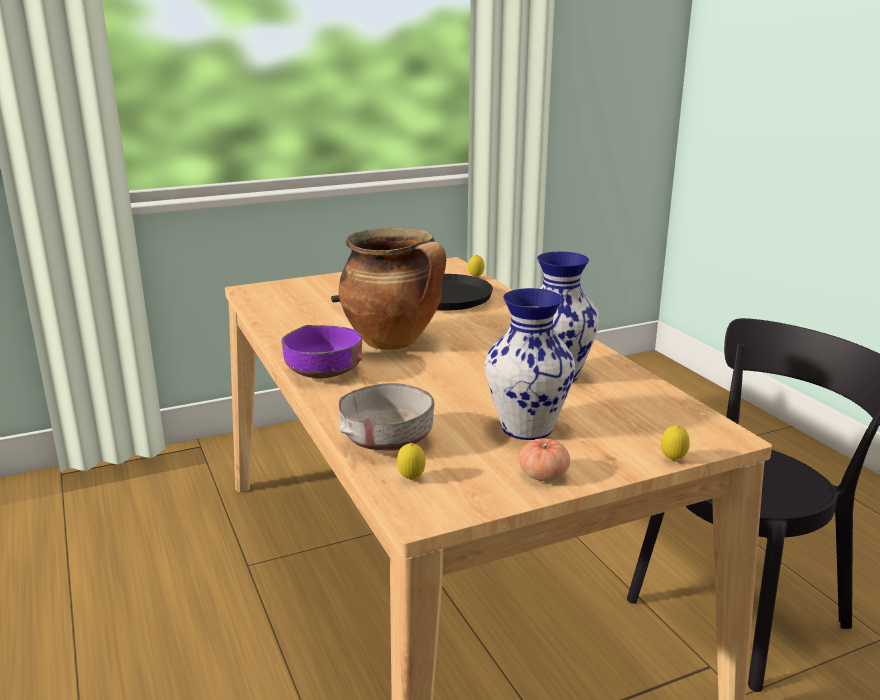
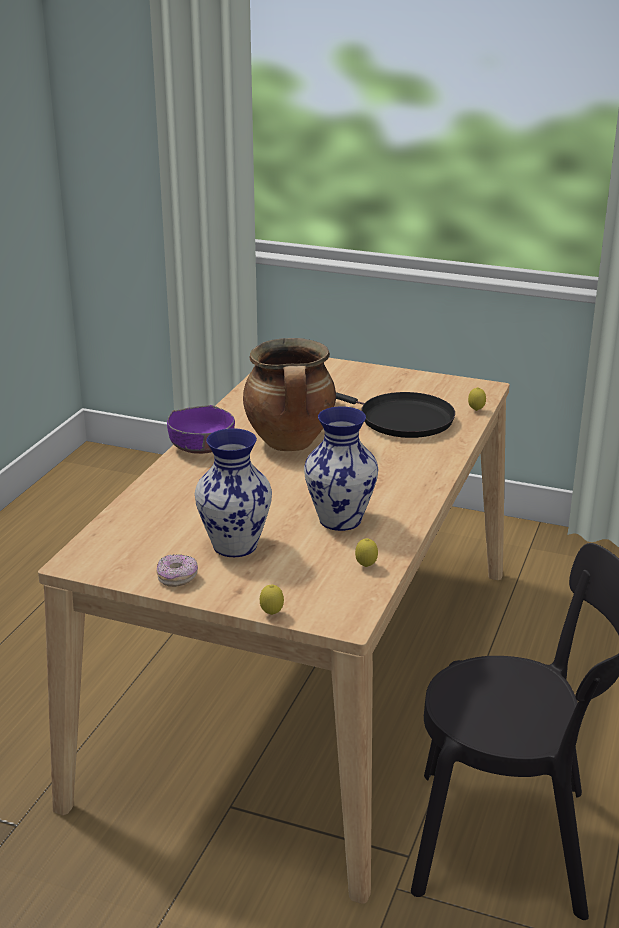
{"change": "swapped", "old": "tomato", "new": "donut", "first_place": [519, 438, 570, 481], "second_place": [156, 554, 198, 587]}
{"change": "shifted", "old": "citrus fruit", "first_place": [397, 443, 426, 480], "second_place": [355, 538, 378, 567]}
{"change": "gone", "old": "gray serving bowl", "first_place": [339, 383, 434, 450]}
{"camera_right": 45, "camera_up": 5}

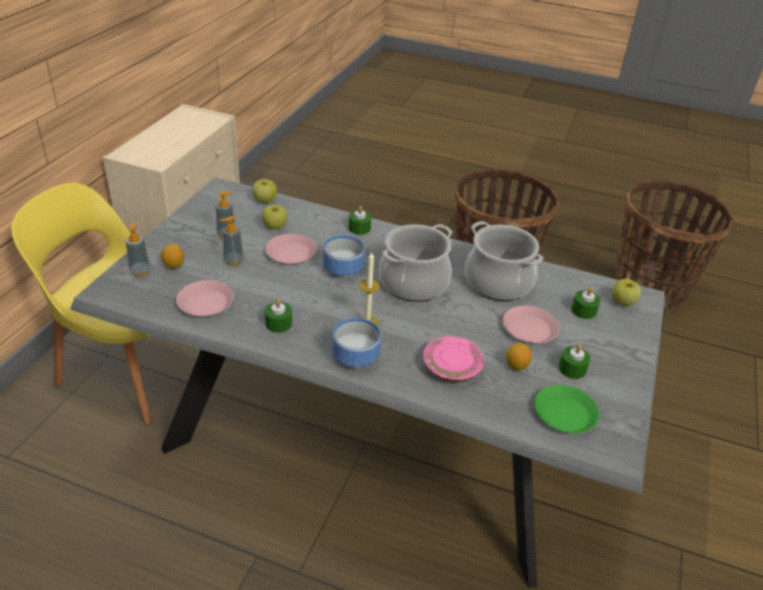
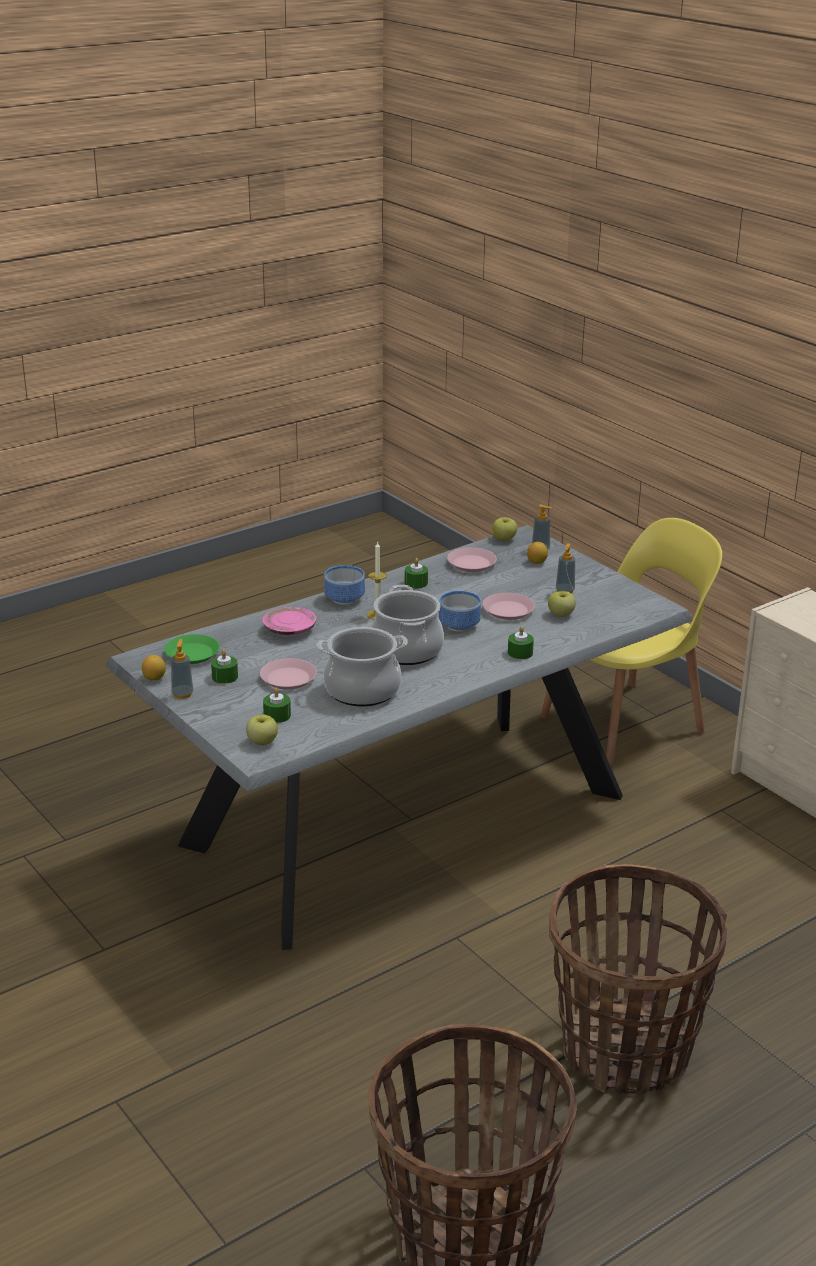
{"change": "shifted", "old": "citrus fruit", "first_place": [506, 343, 532, 370], "second_place": [142, 655, 166, 680]}
{"change": "shifted", "old": "soap dispenser", "first_place": [220, 216, 244, 266], "second_place": [171, 639, 193, 699]}
{"change": "shifted", "old": "apple fruit", "first_place": [252, 179, 277, 203], "second_place": [493, 517, 517, 541]}
{"camera_right": 125, "camera_up": -10}

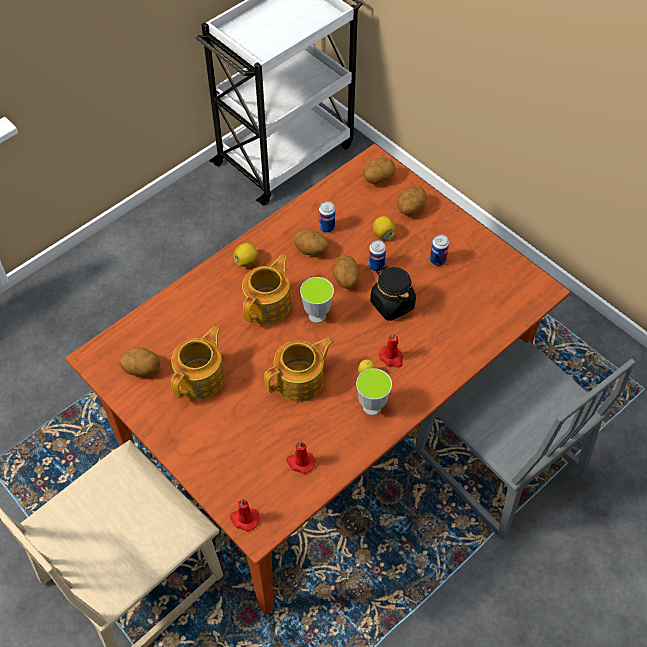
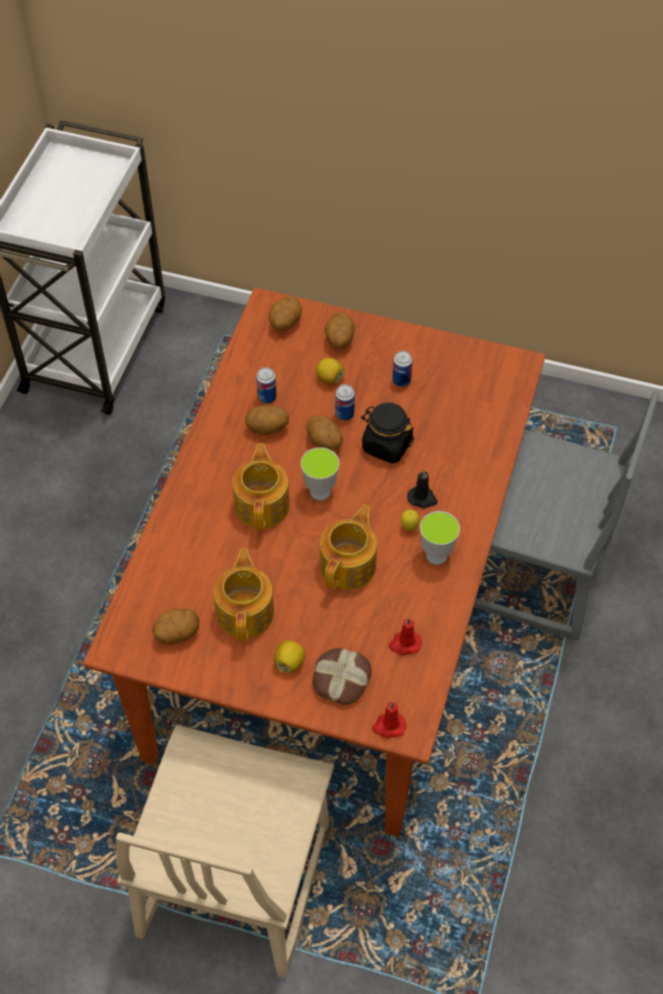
{"change": "shifted", "old": "citrus fruit", "first_place": [233, 242, 258, 267], "second_place": [274, 640, 305, 673]}
{"change": "new", "new": "bread", "second_place": [312, 648, 372, 705]}
{"change": "repainted", "old": "red wax candle", "new": "black-coloured wax candle", "first_place": [379, 333, 403, 368], "second_place": [407, 470, 437, 508]}
{"camera_right": -30, "camera_up": 0}

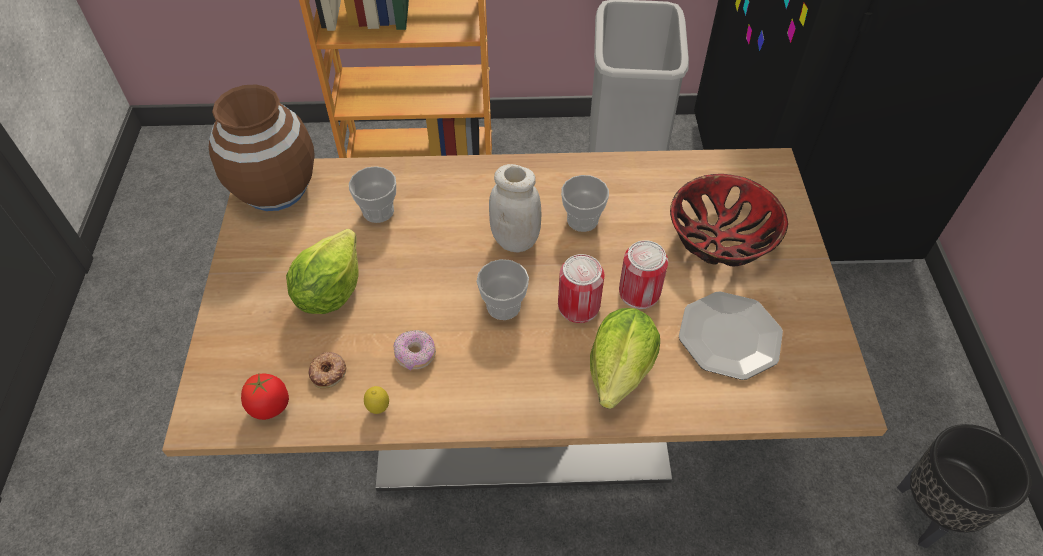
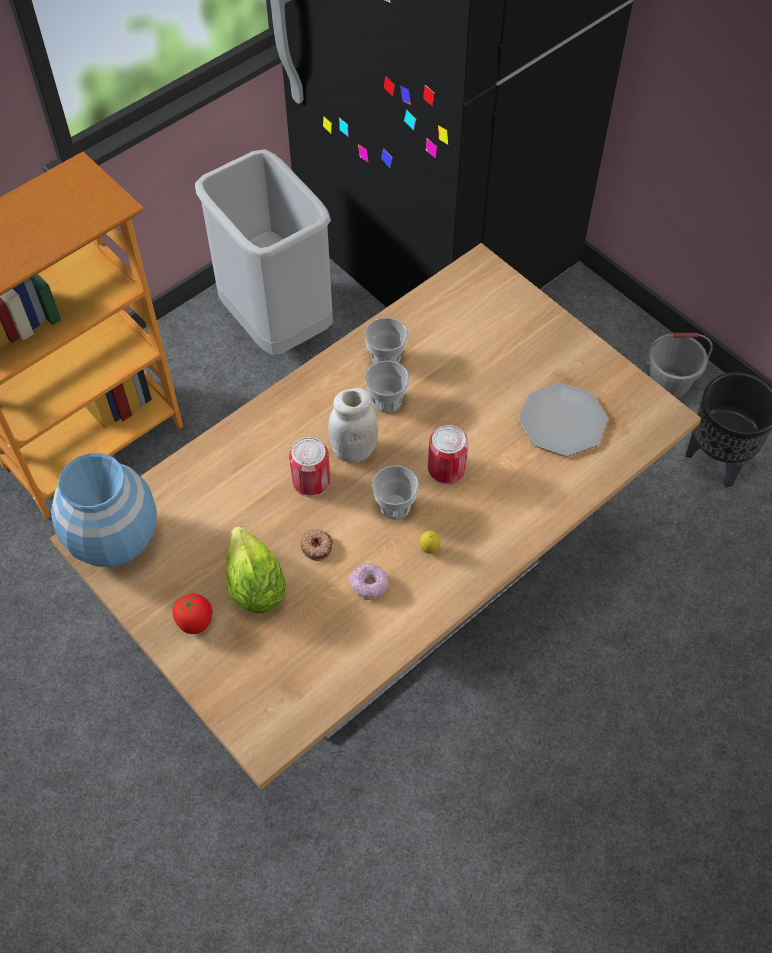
{"change": "repainted", "old": "brown flower vase", "new": "blue flower vase", "first_place": [209, 84, 315, 211], "second_place": [51, 453, 157, 567]}
{"change": "shifted", "old": "tomato", "first_place": [241, 373, 289, 420], "second_place": [173, 594, 213, 634]}
{"change": "shifted", "old": "can", "first_place": [619, 240, 668, 309], "second_place": [289, 437, 330, 497]}
{"change": "shifted", "old": "donut", "first_place": [309, 352, 346, 389], "second_place": [300, 529, 333, 561]}
{"change": "shifted", "old": "cup", "first_place": [349, 166, 396, 223], "second_place": [365, 317, 408, 364]}
{"change": "shifted", "old": "citrus fruit", "first_place": [364, 386, 389, 414], "second_place": [420, 530, 441, 554]}
{"change": "new", "new": "gray water bucket", "second_place": [645, 333, 713, 399]}
{"change": "gone", "old": "lettuce", "first_place": [590, 308, 660, 409]}
{"change": "gone", "old": "serving bowl", "first_place": [670, 174, 788, 267]}
{"camera_right": -40, "camera_up": 5}

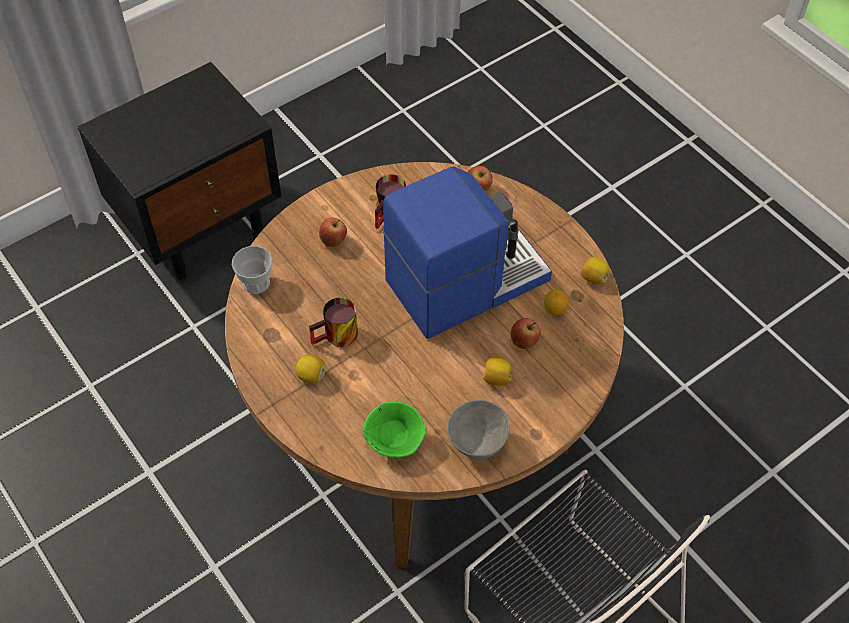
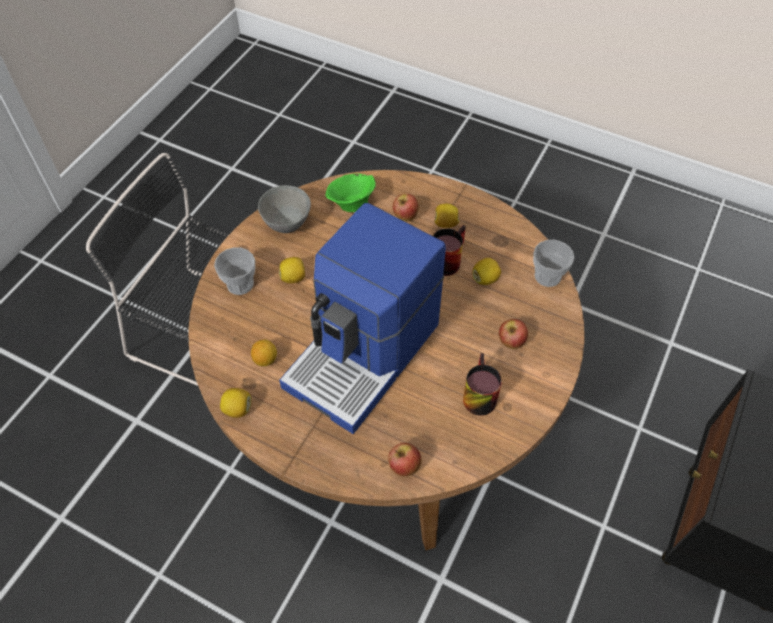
{"change": "new", "new": "cup", "second_place": [214, 247, 255, 295]}
{"change": "shifted", "old": "apple fruit", "first_place": [511, 318, 541, 349], "second_place": [393, 194, 419, 221]}
{"change": "new", "new": "citrus fruit", "second_place": [472, 258, 501, 285]}
{"camera_right": 155, "camera_up": 0}

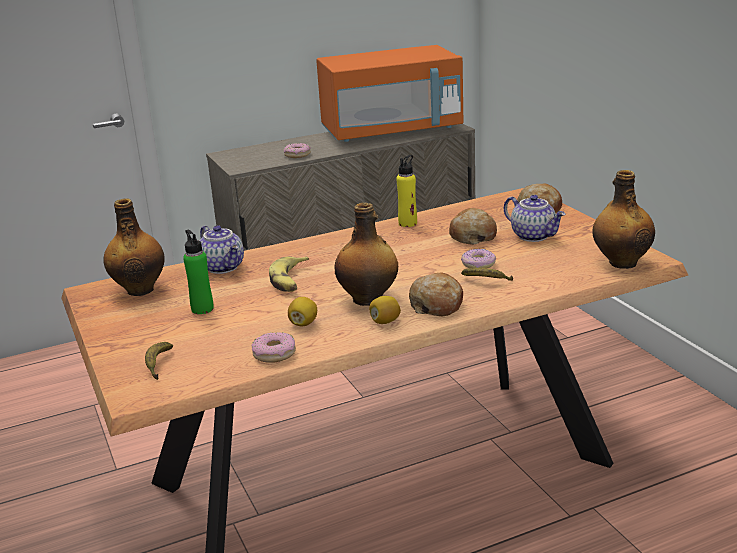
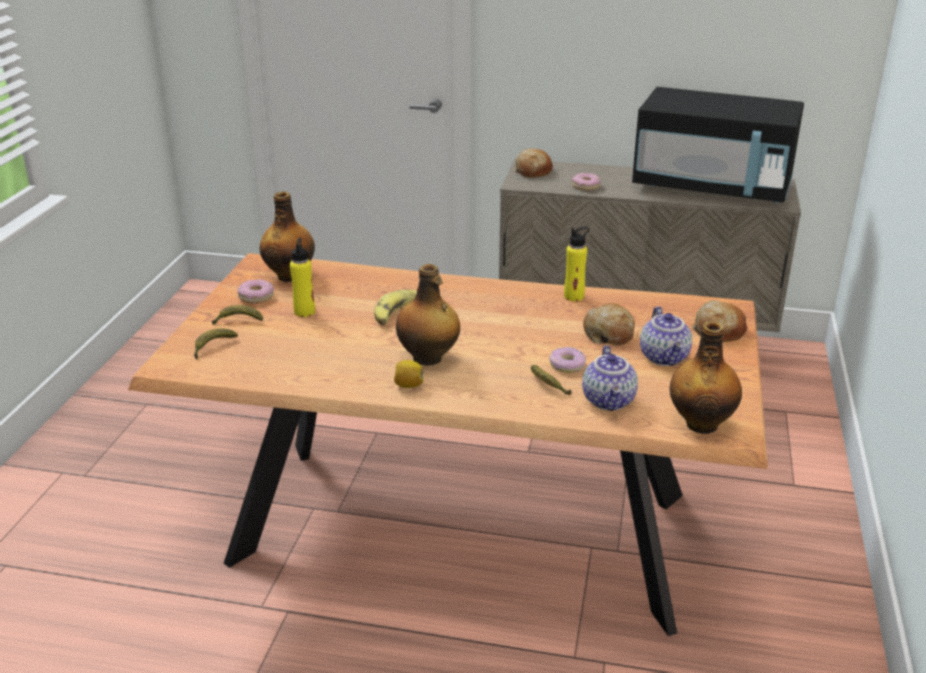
{"change": "new", "new": "banana fruit", "second_place": [212, 305, 263, 325]}
{"change": "shifted", "old": "donut", "first_place": [252, 332, 296, 363], "second_place": [237, 279, 274, 303]}
{"change": "repainted", "old": "greenish drink bottle", "new": "yellowish drink bottle", "first_place": [183, 230, 214, 314], "second_place": [290, 238, 315, 317]}
{"change": "shifted", "old": "bread", "first_place": [409, 273, 463, 317], "second_place": [514, 149, 553, 178]}
{"change": "shifted", "old": "teapot", "first_place": [199, 225, 244, 274], "second_place": [582, 345, 638, 411]}
{"change": "repainted", "old": "orange-coloured microwave", "new": "black-coloured microwave", "first_place": [316, 45, 463, 142], "second_place": [632, 87, 804, 203]}
{"change": "gone", "old": "citrus fruit", "first_place": [288, 297, 317, 327]}
{"camera_right": 35, "camera_up": 5}

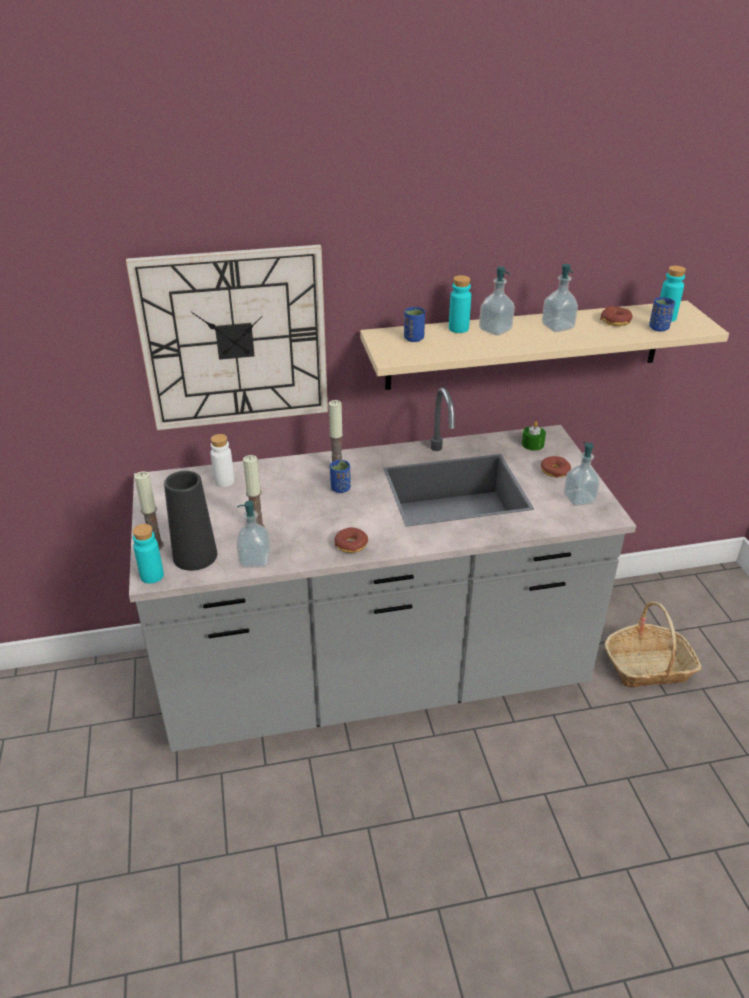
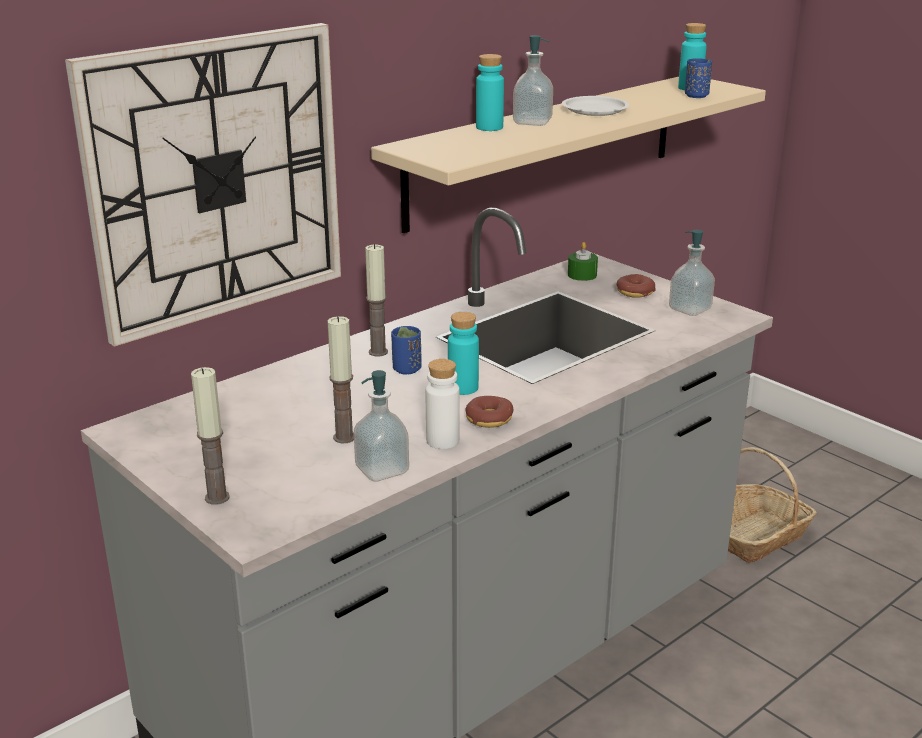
{"change": "shifted", "old": "white-coloured drink bottle", "first_place": [210, 434, 235, 487], "second_place": [426, 359, 460, 449]}
{"change": "shifted", "old": "blue-green drink bottle", "first_place": [132, 524, 164, 584], "second_place": [448, 312, 479, 395]}
{"change": "swapped", "old": "soap dispenser", "new": "white-coloured flat dish", "first_place": [542, 264, 578, 332], "second_place": [562, 96, 629, 116]}
{"change": "gone", "old": "black-coloured flower vase", "first_place": [164, 471, 217, 571]}
{"change": "gone", "old": "blue cup", "first_place": [404, 307, 425, 342]}
{"change": "gone", "old": "donut", "first_place": [600, 306, 632, 326]}
{"camera_right": -30, "camera_up": -10}

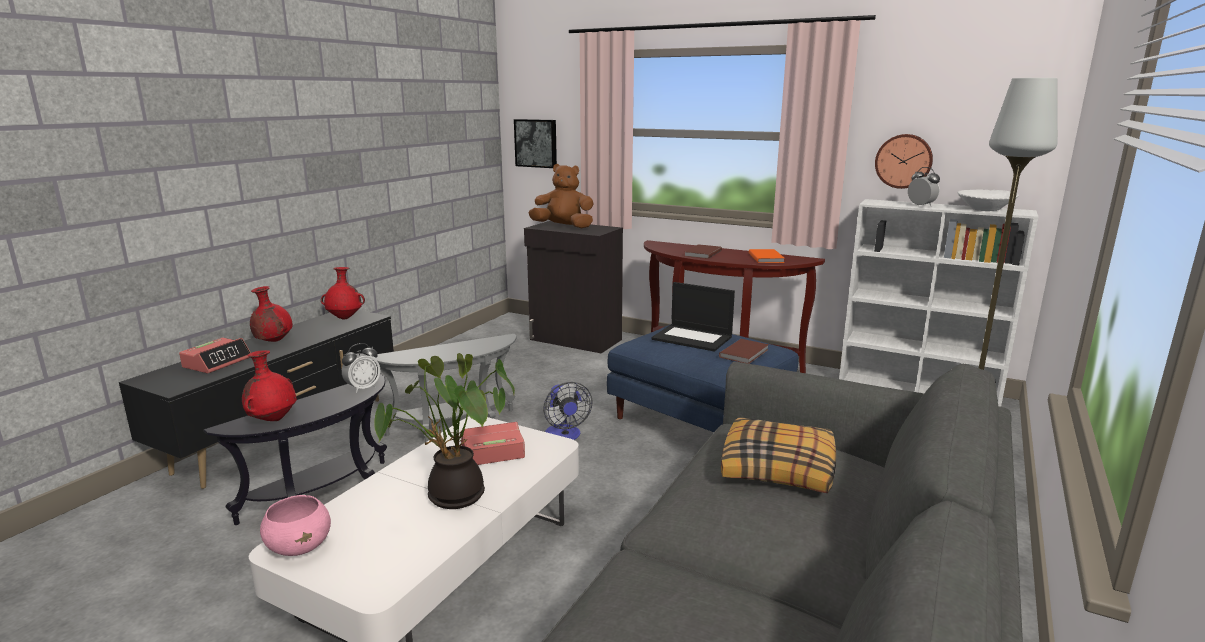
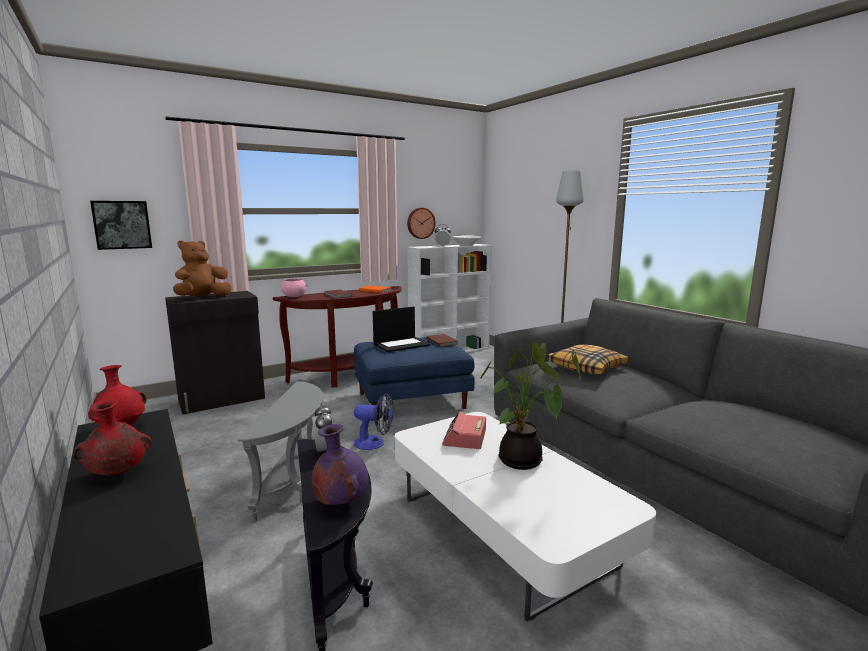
{"change": "shifted", "old": "pink-coloured serving bowl", "first_place": [260, 495, 331, 556], "second_place": [281, 278, 307, 297]}
{"change": "repainted", "old": "red flower vase", "new": "purplish flower vase", "first_place": [242, 350, 297, 421], "second_place": [311, 424, 368, 505]}
{"change": "gone", "old": "table clock", "first_place": [179, 338, 251, 373]}
{"camera_right": -60, "camera_up": -5}

